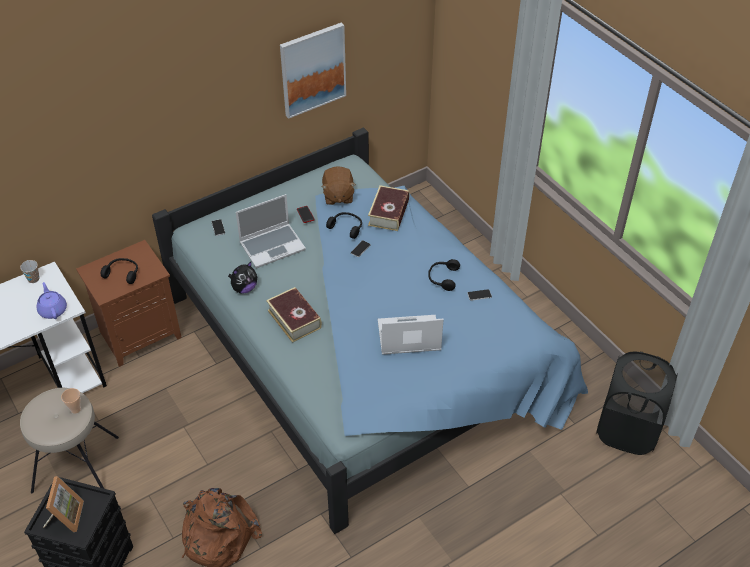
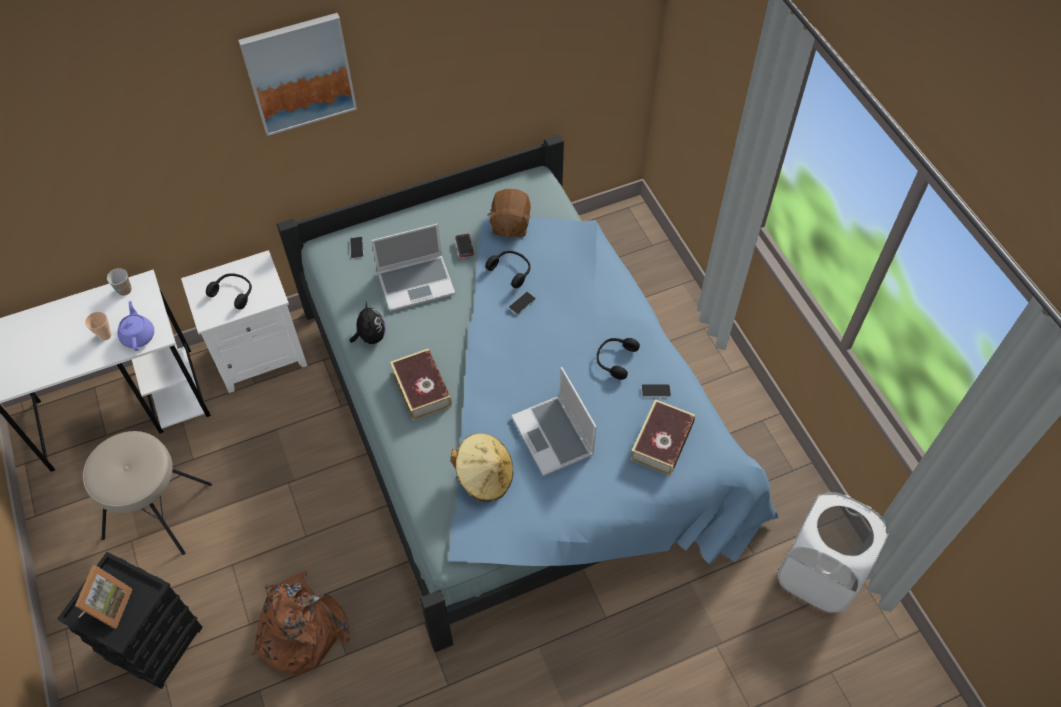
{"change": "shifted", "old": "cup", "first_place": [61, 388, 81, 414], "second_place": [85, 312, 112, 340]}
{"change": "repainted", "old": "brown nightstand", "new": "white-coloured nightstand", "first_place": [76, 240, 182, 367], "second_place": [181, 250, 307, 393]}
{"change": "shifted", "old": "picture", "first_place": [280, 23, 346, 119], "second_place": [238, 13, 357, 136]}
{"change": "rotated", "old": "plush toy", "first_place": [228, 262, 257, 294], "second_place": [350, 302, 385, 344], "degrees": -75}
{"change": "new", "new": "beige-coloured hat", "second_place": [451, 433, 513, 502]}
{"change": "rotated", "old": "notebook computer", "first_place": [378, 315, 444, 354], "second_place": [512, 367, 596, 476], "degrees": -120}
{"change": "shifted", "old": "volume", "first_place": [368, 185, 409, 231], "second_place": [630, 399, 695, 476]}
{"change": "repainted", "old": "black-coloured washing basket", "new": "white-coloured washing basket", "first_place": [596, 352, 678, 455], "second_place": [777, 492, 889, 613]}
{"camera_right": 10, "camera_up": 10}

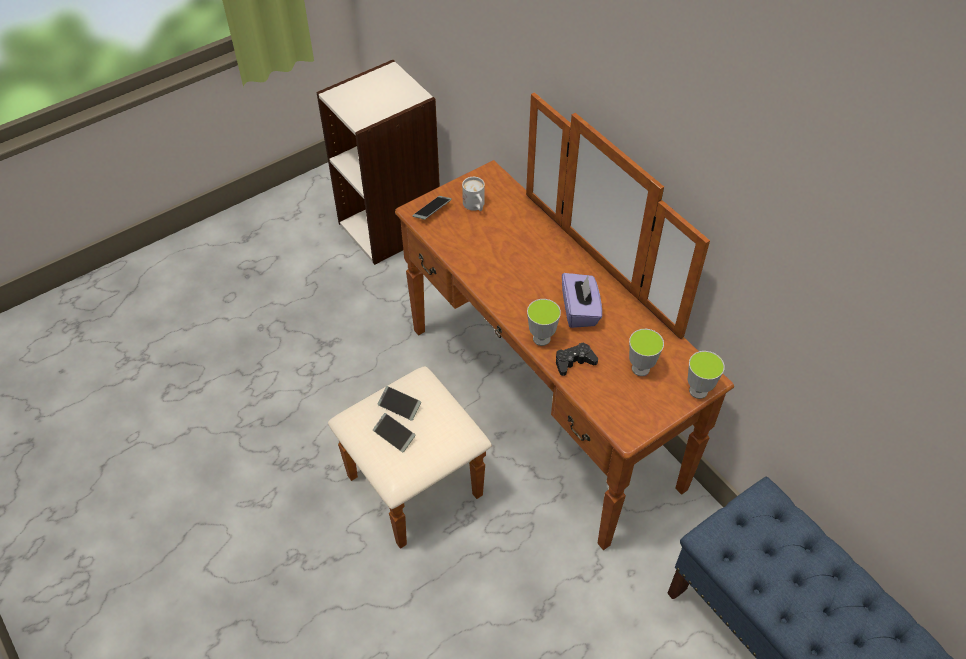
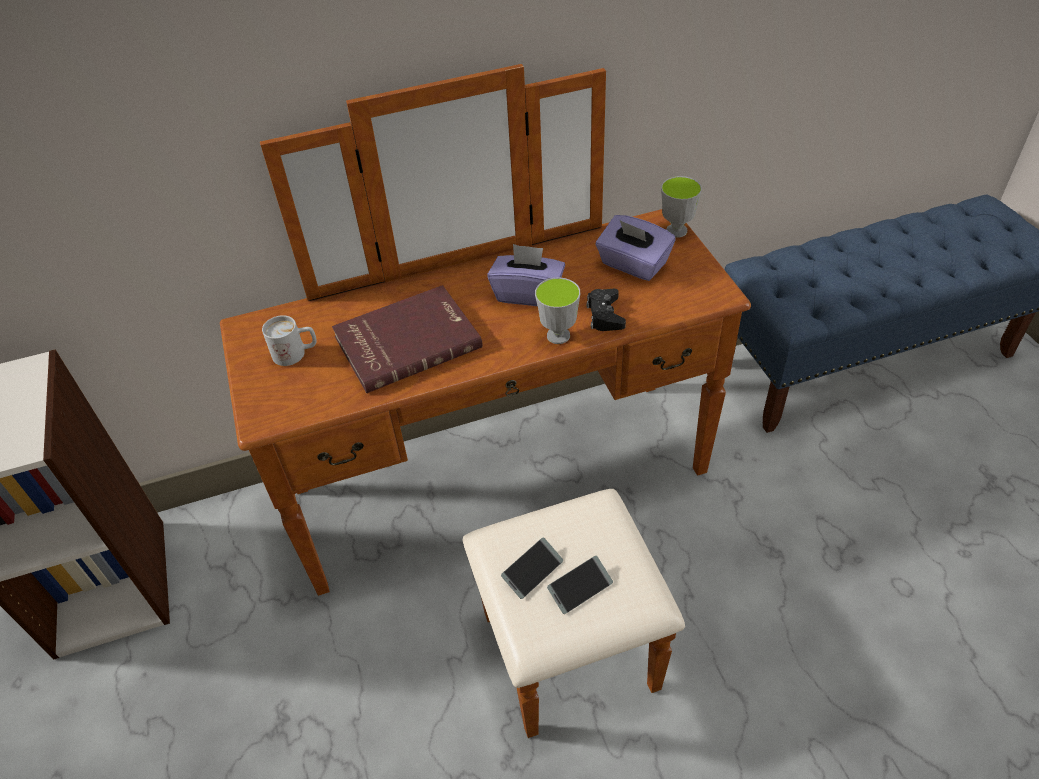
{"change": "new", "new": "red volume", "second_place": [332, 285, 483, 393]}
{"change": "swapped", "old": "cup", "new": "purplish tissue holder", "first_place": [629, 329, 664, 376], "second_place": [595, 215, 675, 281]}
{"change": "gone", "old": "phone", "first_place": [412, 196, 452, 220]}
{"camera_right": -70, "camera_up": -5}

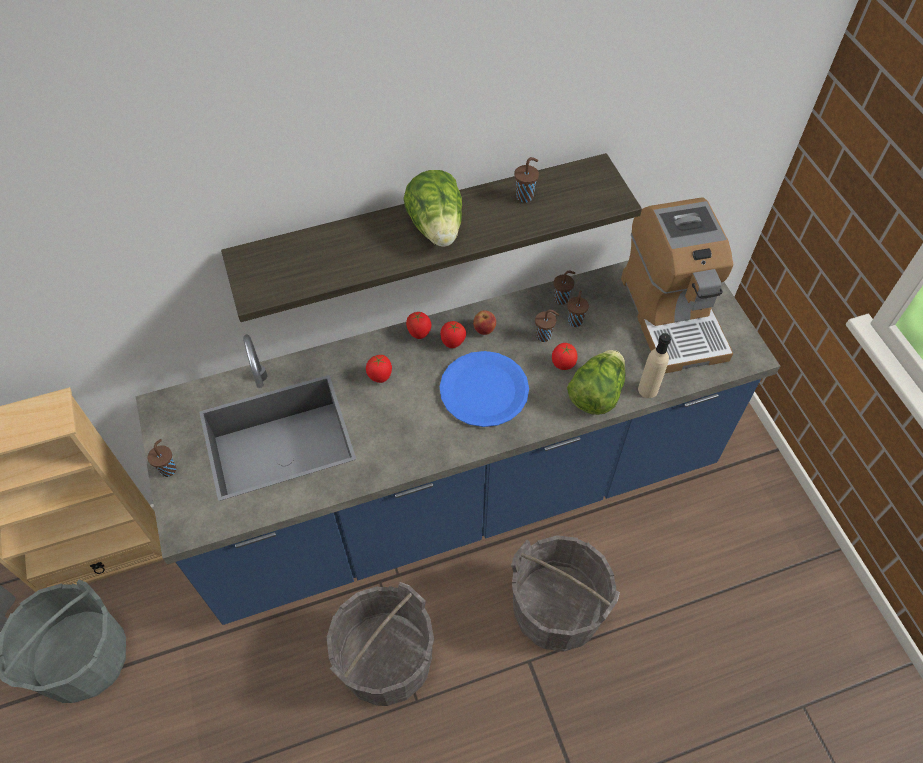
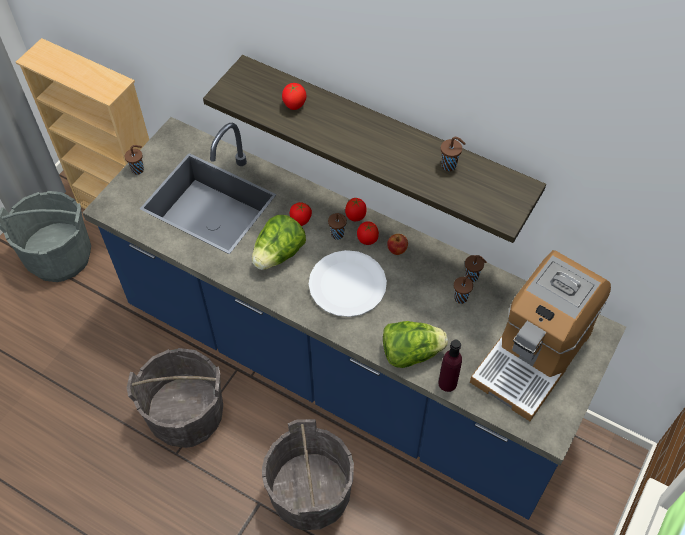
{"change": "shifted", "old": "lettuce", "first_place": [404, 170, 462, 247], "second_place": [252, 215, 306, 270]}
{"change": "shifted", "old": "tomato", "first_place": [552, 343, 577, 370], "second_place": [282, 83, 306, 110]}
{"change": "repainted", "old": "blue flat dish", "new": "white-coloured flat dish", "first_place": [440, 351, 529, 427], "second_place": [309, 250, 387, 317]}
{"change": "shifted", "old": "brown cup", "first_place": [535, 310, 559, 342], "second_place": [328, 213, 347, 240]}
{"change": "repainted", "old": "beige-coloured drink bottle", "new": "purplish drink bottle", "first_place": [638, 333, 671, 398], "second_place": [438, 340, 462, 392]}
{"camera_right": 50, "camera_up": 0}

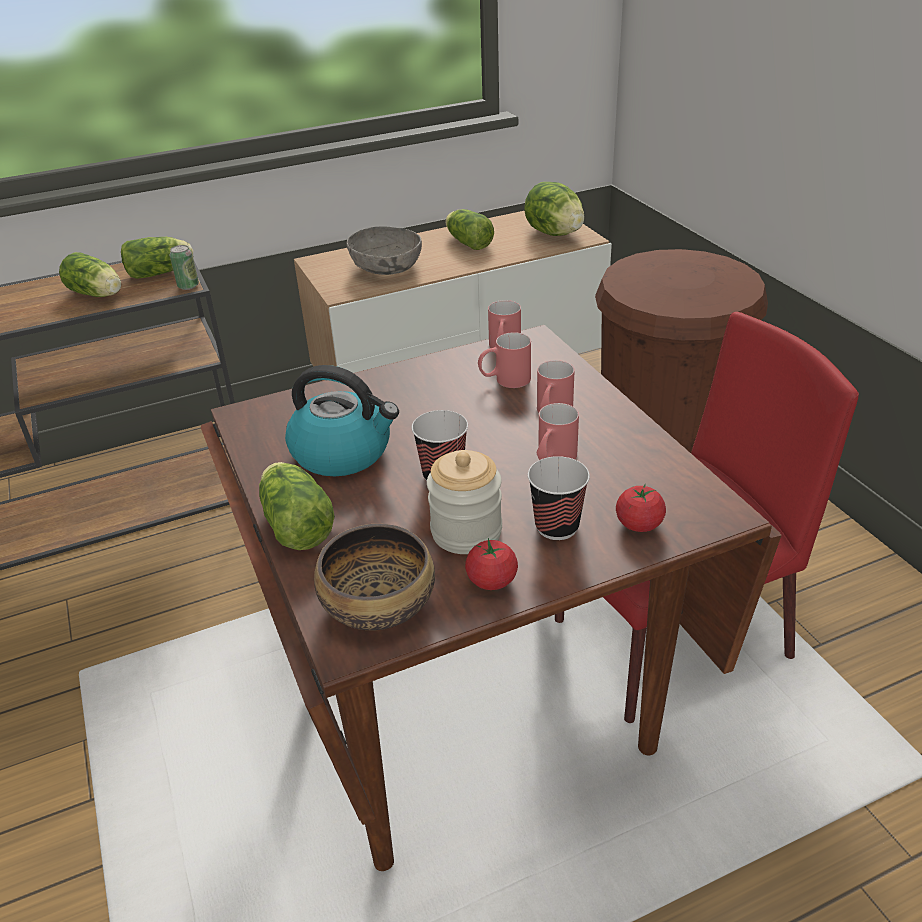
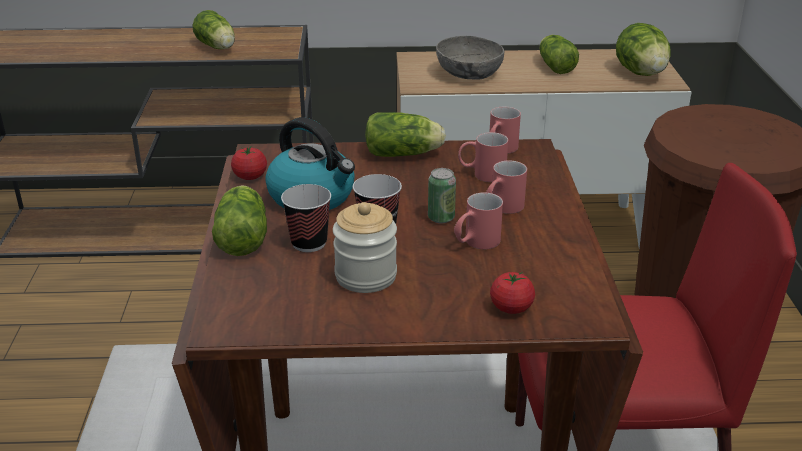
{"change": "shifted", "old": "tomato", "first_place": [465, 538, 518, 590], "second_place": [231, 145, 267, 180]}
{"change": "shifted", "old": "cup", "first_place": [528, 456, 590, 540], "second_place": [281, 184, 331, 252]}
{"change": "shifted", "old": "lettuce", "first_place": [121, 237, 193, 279], "second_place": [365, 112, 446, 157]}
{"change": "shifted", "old": "can", "first_place": [170, 245, 199, 290], "second_place": [428, 168, 456, 223]}
{"change": "gone", "old": "serving bowl", "first_place": [314, 524, 435, 630]}
{"camera_right": 20, "camera_up": -5}

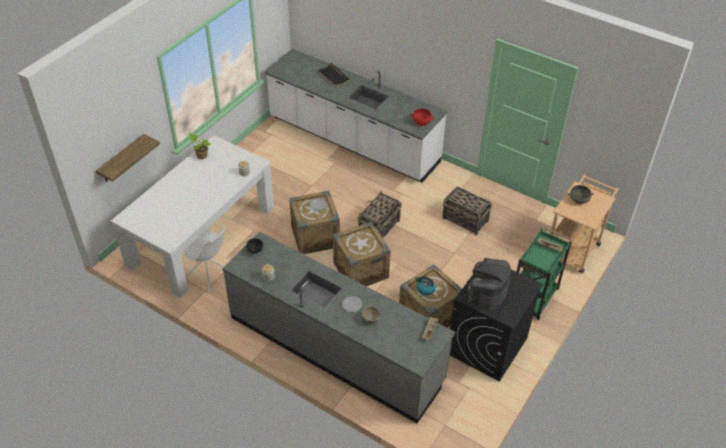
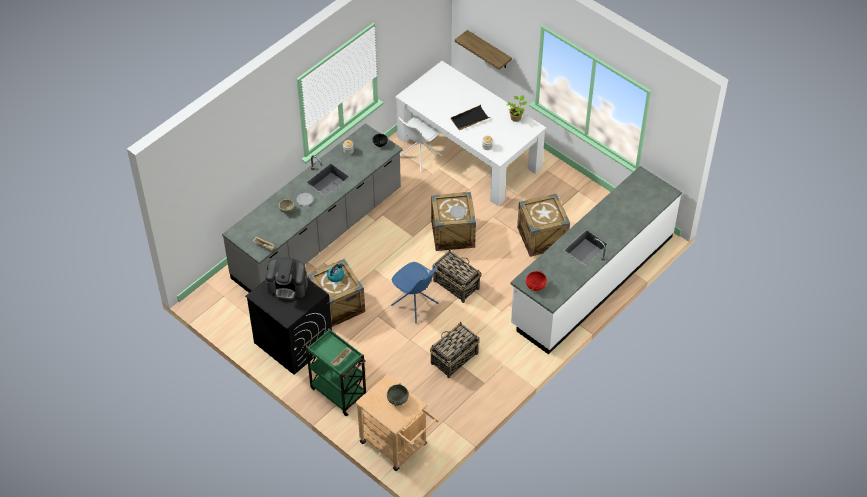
{"change": "rotated", "old": "coffee brewer", "first_place": [467, 259, 511, 311], "second_place": [266, 257, 308, 300], "degrees": 150}
{"change": "new", "new": "blue upright chair", "second_place": [391, 262, 438, 323]}
{"change": "shifted", "old": "black-coloured carrying tray", "first_place": [316, 63, 349, 87], "second_place": [451, 105, 490, 130]}
{"change": "shifted", "old": "packing crate", "first_place": [333, 222, 391, 286], "second_place": [517, 193, 570, 257]}
{"camera_right": 100, "camera_up": 5}

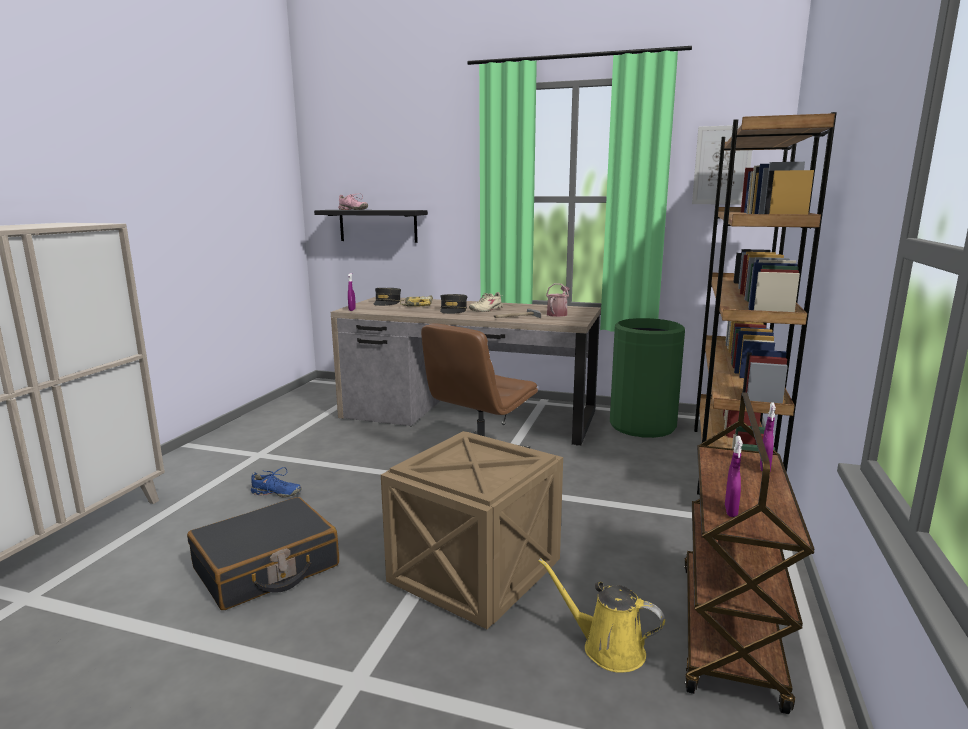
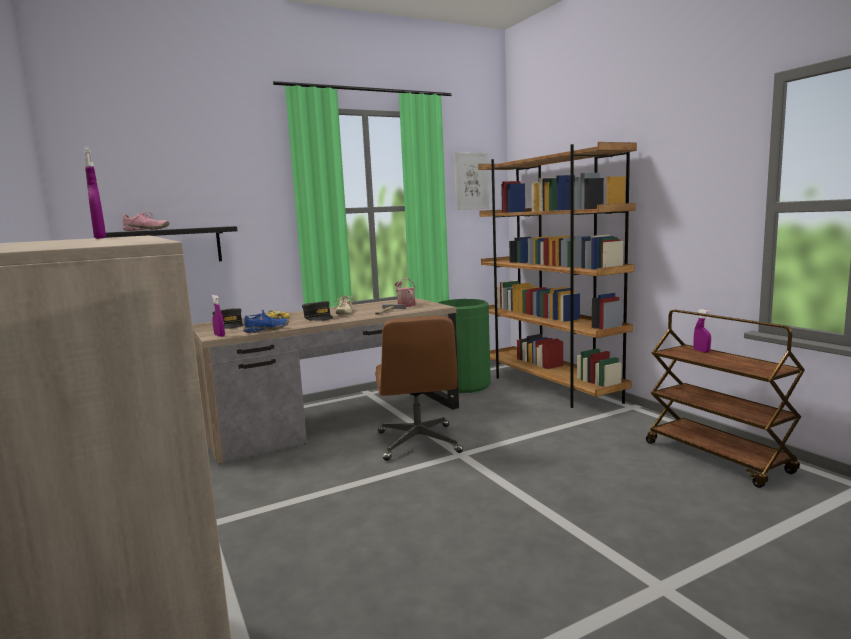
{"change": "shifted", "old": "purplish hand sprayer", "first_place": [725, 436, 743, 517], "second_place": [84, 146, 106, 239]}
{"change": "shifted", "old": "blue item of footwear", "first_place": [251, 467, 302, 497], "second_place": [243, 310, 289, 333]}
{"change": "gone", "old": "black-coloured travel case", "first_place": [187, 497, 339, 610]}
{"change": "gone", "old": "packing crate", "first_place": [381, 431, 563, 629]}
{"change": "gone", "old": "yellowish sprinkling can", "first_place": [538, 558, 665, 673]}
{"camera_right": -45, "camera_up": -5}

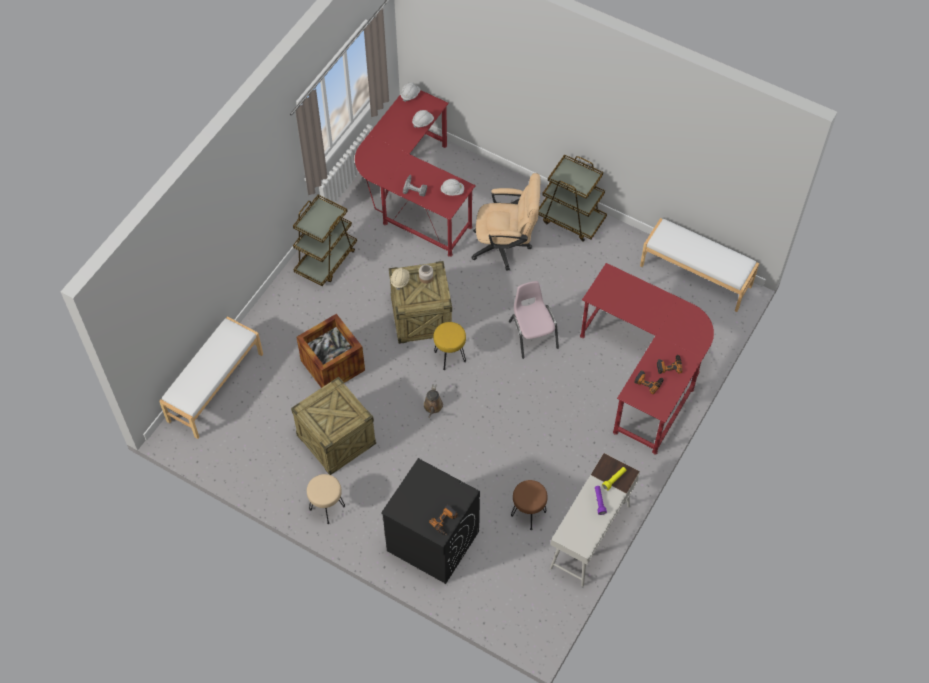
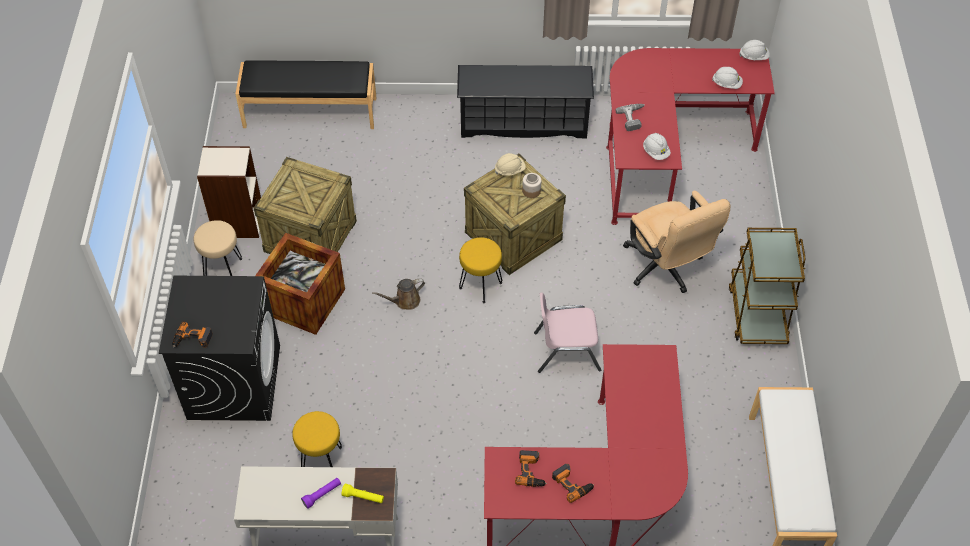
{"change": "new", "new": "bookshelf", "second_place": [197, 146, 261, 238]}
{"change": "repainted", "old": "white-coloured indoor bench", "new": "black-coloured indoor bench", "first_place": [159, 316, 263, 439], "second_place": [235, 61, 376, 129]}
{"change": "shifted", "old": "packing crate", "first_place": [296, 314, 365, 388], "second_place": [255, 233, 345, 335]}
{"change": "repainted", "old": "brown stool", "new": "yellowish stool", "first_place": [511, 480, 548, 530], "second_place": [292, 411, 342, 467]}
{"change": "swapped", "old": "brown trolley", "new": "black-coloured shoe stand", "first_place": [293, 195, 357, 286], "second_place": [457, 65, 594, 139]}
{"change": "rotated", "old": "pink-coloured upright chair", "first_place": [509, 281, 559, 359], "second_place": [534, 293, 601, 373], "degrees": -135}
{"camera_right": 60, "camera_up": -5}

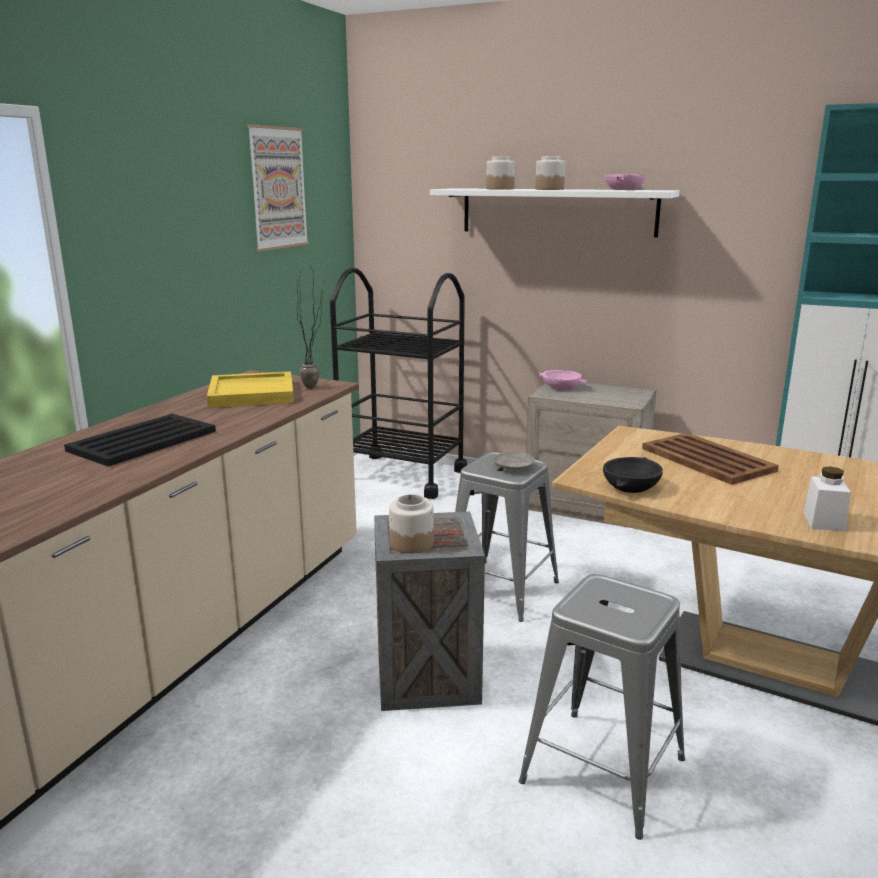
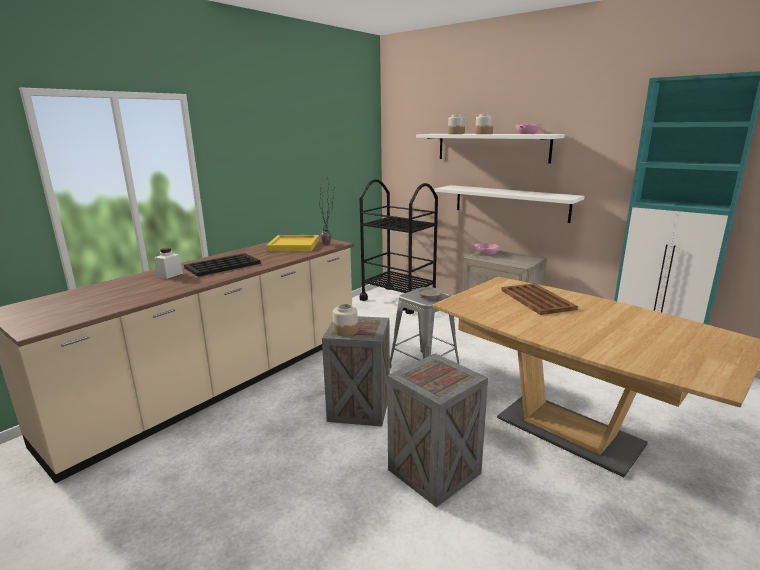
{"change": "shifted", "old": "white-coloured jar", "first_place": [803, 467, 851, 532], "second_place": [154, 248, 183, 279]}
{"change": "swapped", "old": "gray stool", "new": "packing crate", "first_place": [519, 574, 685, 840], "second_place": [387, 353, 488, 508]}
{"change": "new", "new": "white-coloured shelf", "second_place": [434, 185, 585, 223]}
{"change": "gone", "old": "picture", "first_place": [247, 124, 309, 251]}
{"change": "gone", "old": "black-coloured serving bowl", "first_place": [603, 457, 663, 493]}
{"camera_right": 15, "camera_up": 0}

